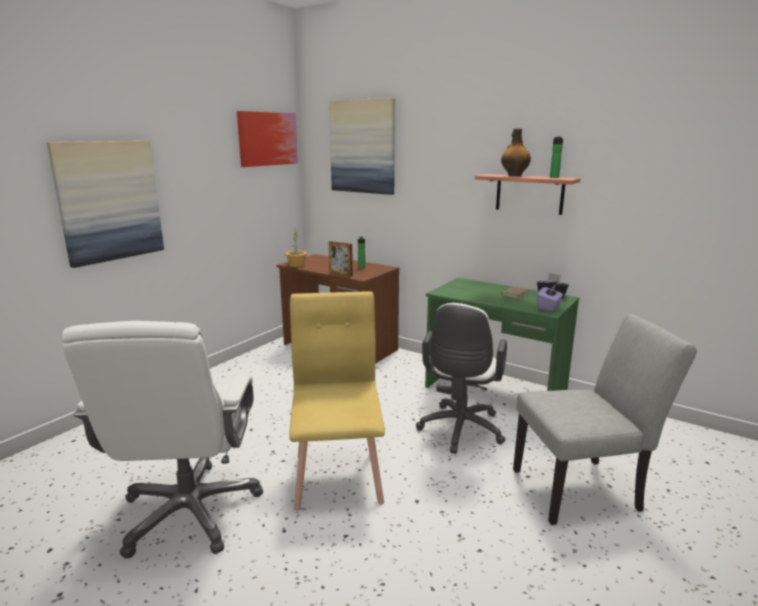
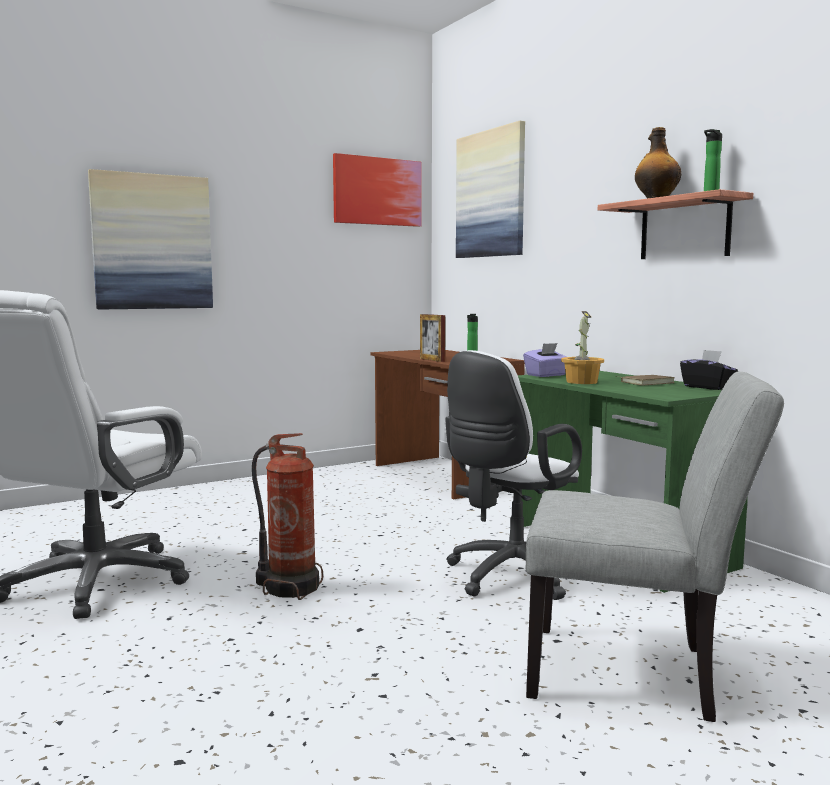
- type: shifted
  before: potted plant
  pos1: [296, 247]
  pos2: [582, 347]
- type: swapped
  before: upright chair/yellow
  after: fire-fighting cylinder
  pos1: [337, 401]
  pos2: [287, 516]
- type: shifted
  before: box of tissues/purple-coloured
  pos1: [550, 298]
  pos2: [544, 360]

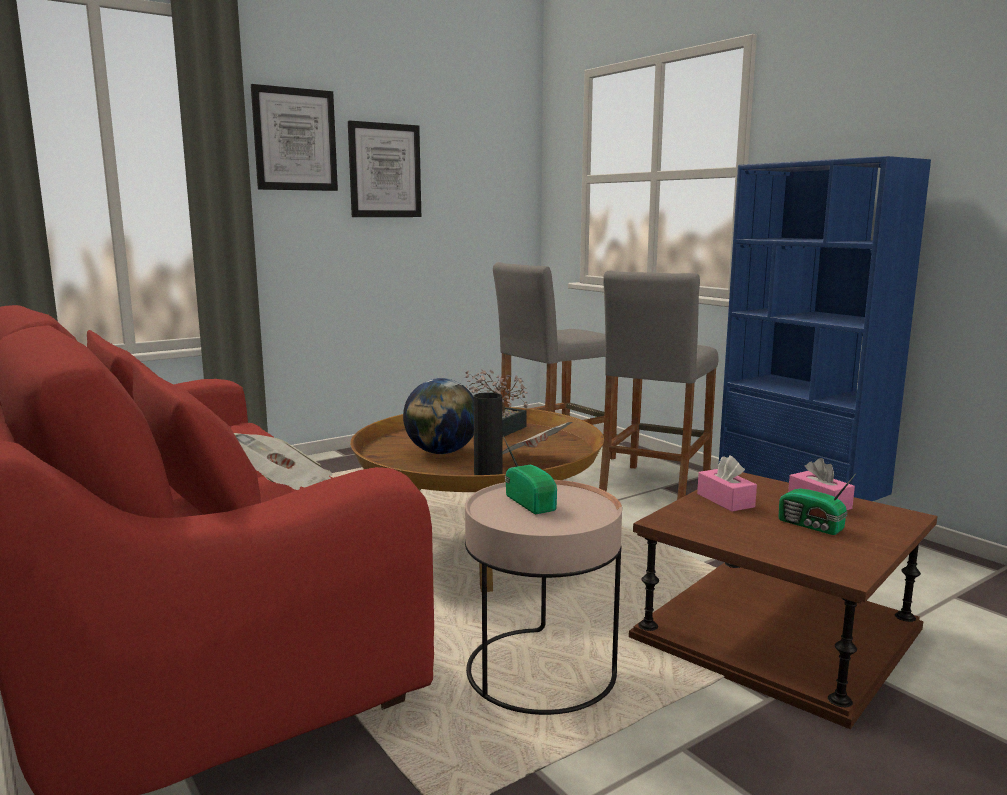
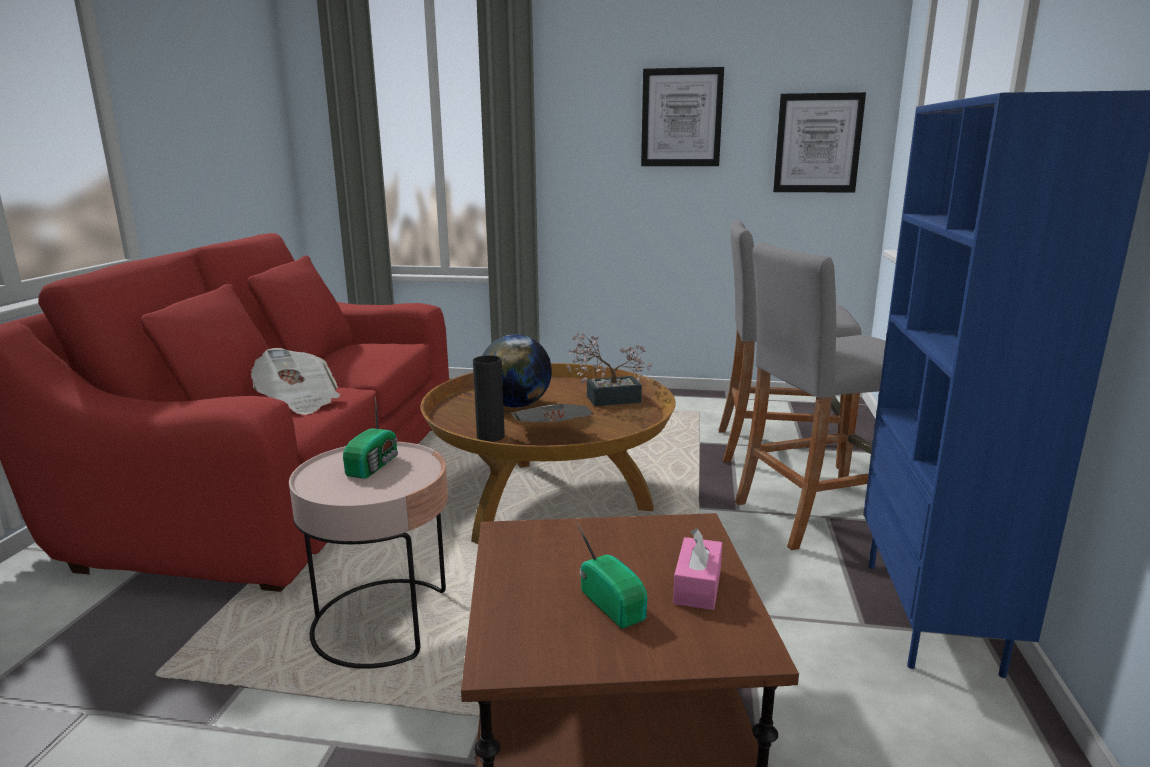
- type: shifted
  before: wall art
  pos1: [294, 137]
  pos2: [819, 142]
- type: gone
  before: box of tissues/pink
  pos1: [727, 483]
- type: rotated
  before: radio set
  pos1: [817, 504]
  pos2: [612, 575]
  turn: 150

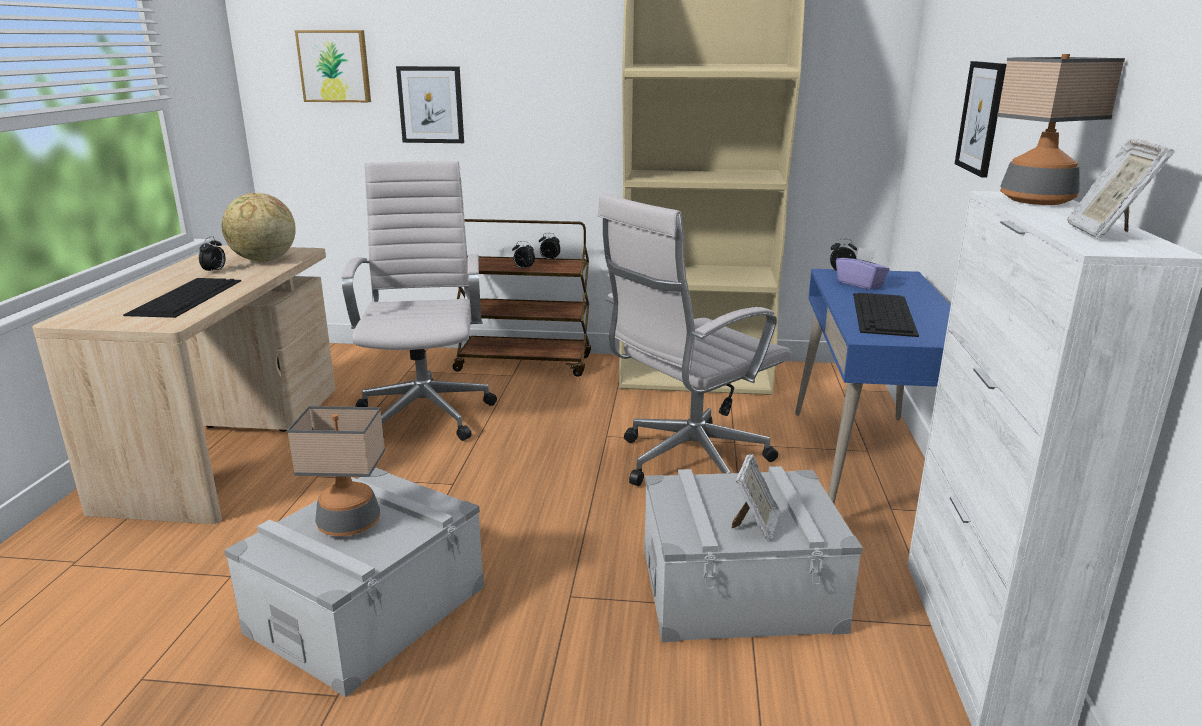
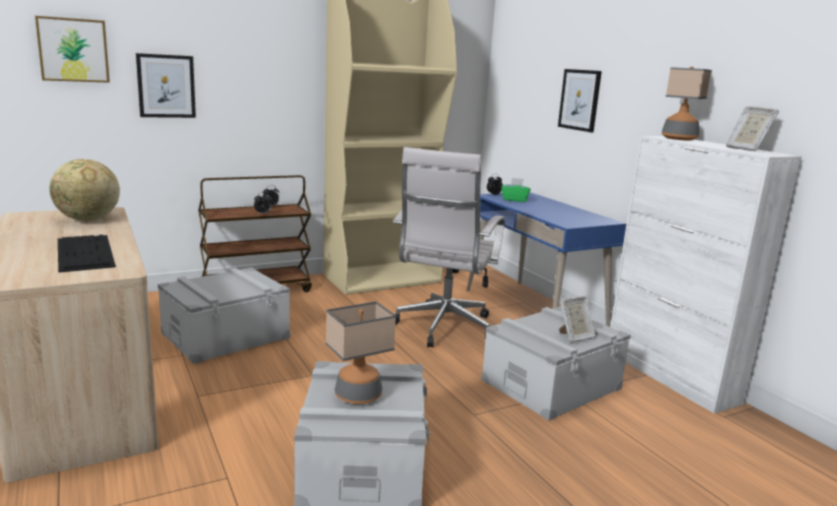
- type: gone
  before: bedside clock
  pos1: [212, 254]
- type: swapped
  before: desk chair/white-coloured
  after: storage box/greyish
  pos1: [419, 301]
  pos2: [224, 316]
- type: rotated
  before: photo frame
  pos1: [756, 497]
  pos2: [577, 319]
  turn: 75
- type: repainted
  before: box of tissues/purple-coloured
  after: box of tissues/green-coloured
  pos1: [863, 268]
  pos2: [516, 190]
- type: gone
  before: keyboard
  pos1: [886, 315]

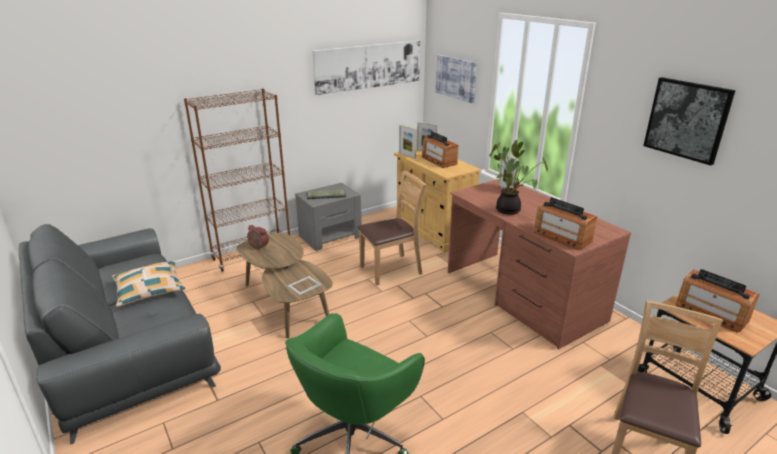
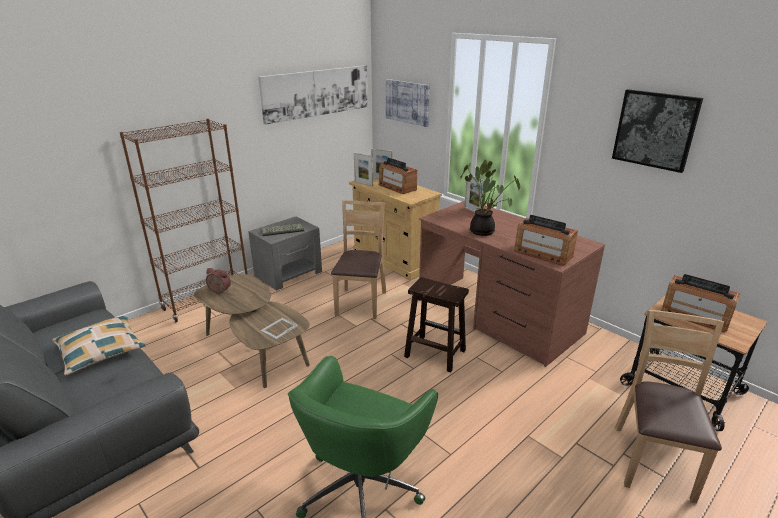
- type: rotated
  before: upright chair/brownish
  pos1: [391, 228]
  pos2: [358, 259]
  turn: -45
- type: new
  after: stool/brownish
  pos2: [436, 325]

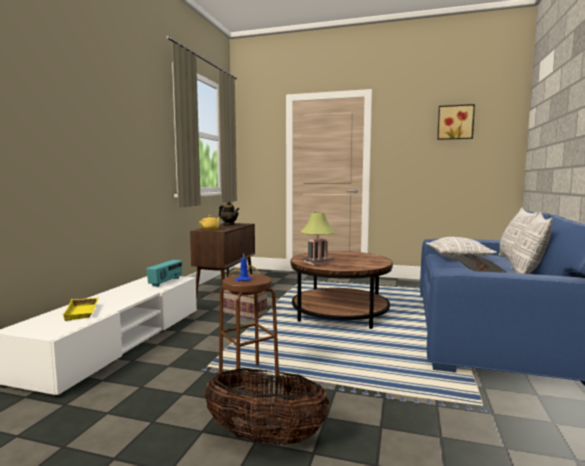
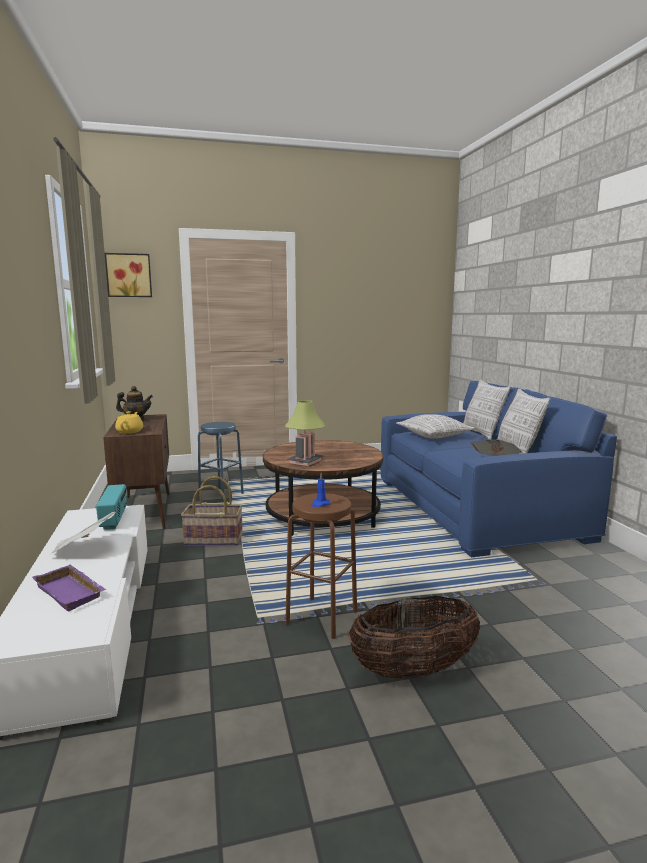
- type: repainted
  before: tray/yellow
  after: tray/purple-coloured
  pos1: [81, 309]
  pos2: [69, 587]
- type: shifted
  before: wall art
  pos1: [456, 122]
  pos2: [128, 275]
- type: new
  after: printed paper
  pos2: [82, 533]
- type: new
  after: stool/bluish
  pos2: [221, 462]

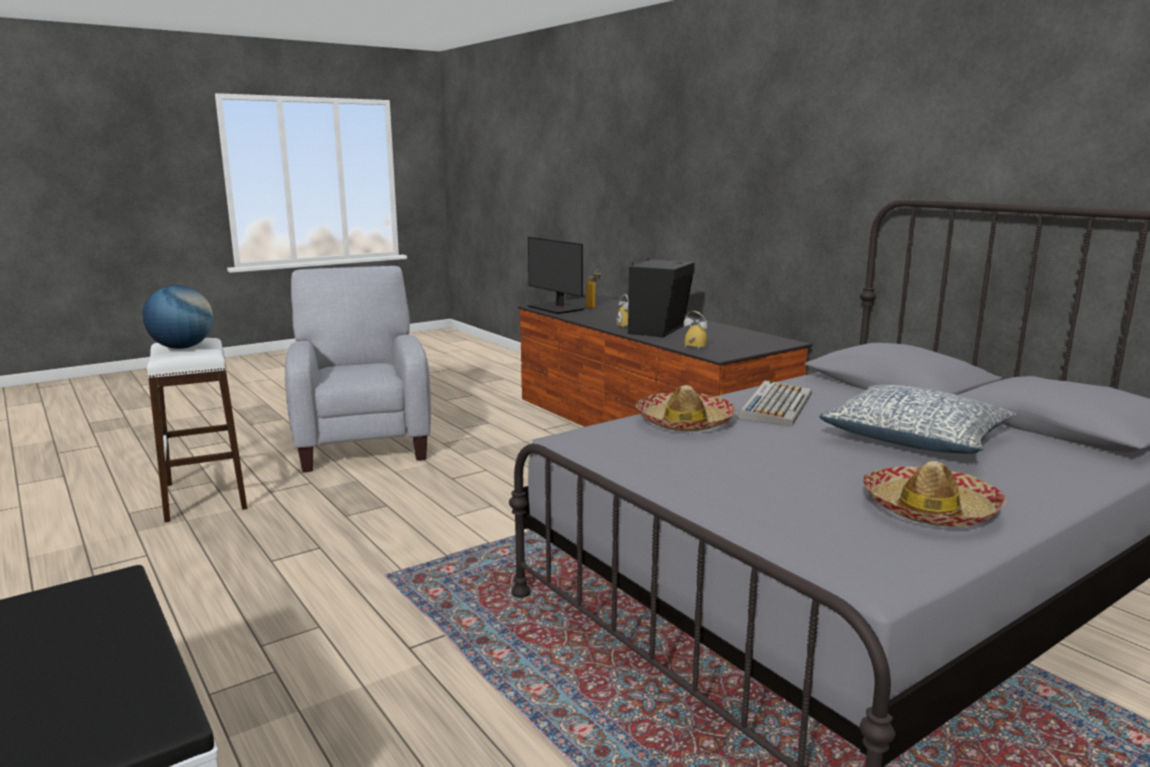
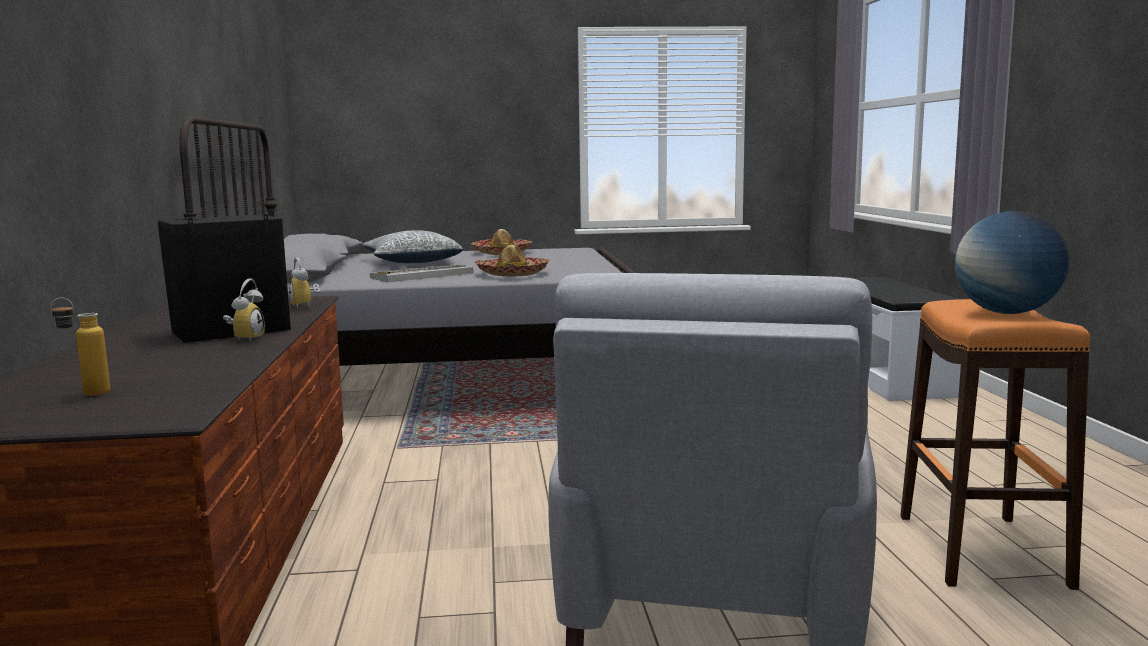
- type: repainted
  before: stool/white-coloured
  after: stool/orange-coloured
  pos1: [197, 430]
  pos2: [995, 444]
- type: gone
  before: computer screen
  pos1: [556, 275]

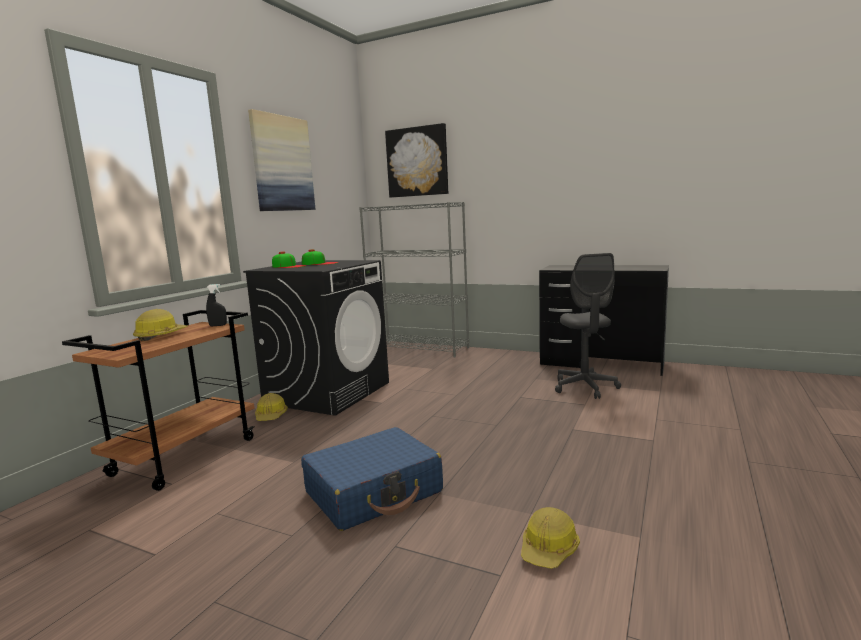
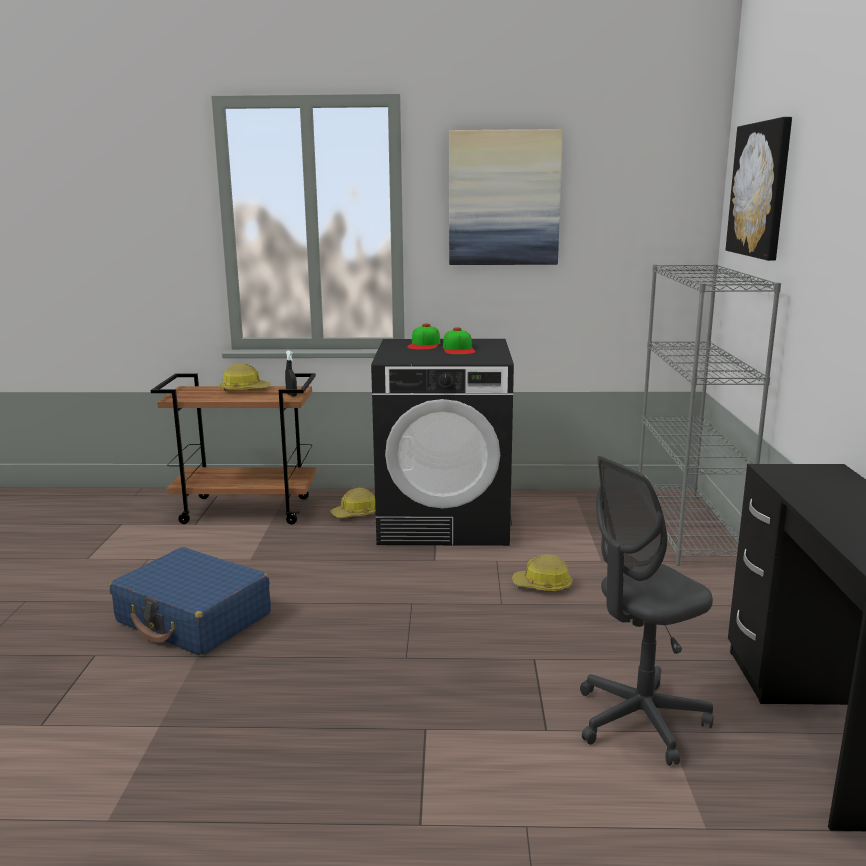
- type: shifted
  before: safety helmet
  pos1: [550, 538]
  pos2: [542, 573]

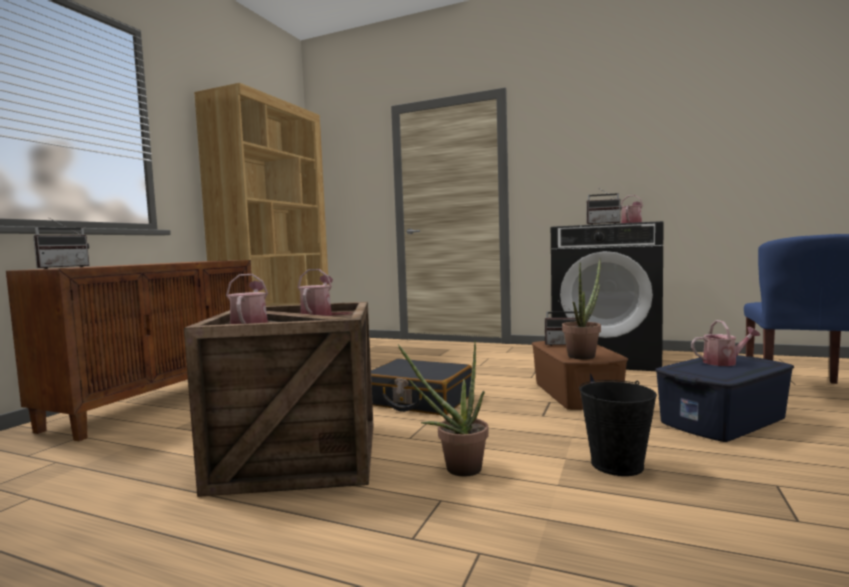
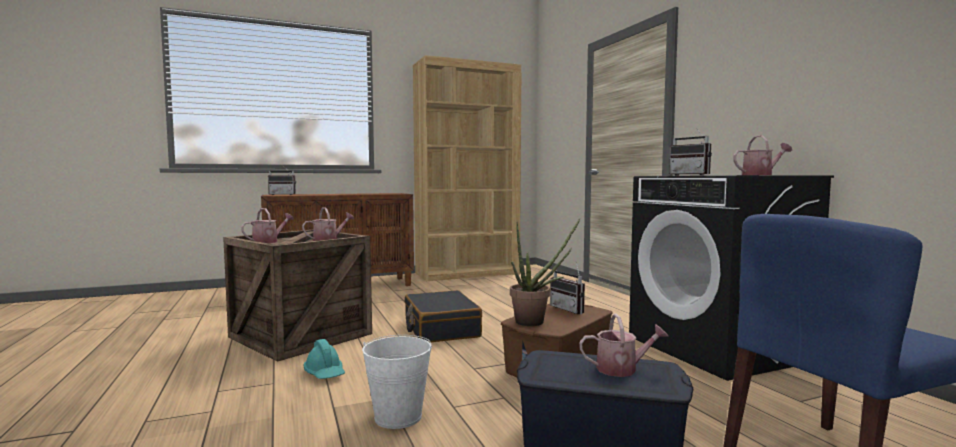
- type: swapped
  before: potted plant
  after: safety helmet/turquoise
  pos1: [443, 408]
  pos2: [324, 359]
- type: repainted
  before: pail/blackish
  after: pail/white-coloured
  pos1: [618, 428]
  pos2: [397, 382]
- type: rotated
  before: watering pot
  pos1: [725, 343]
  pos2: [624, 345]
  turn: -45

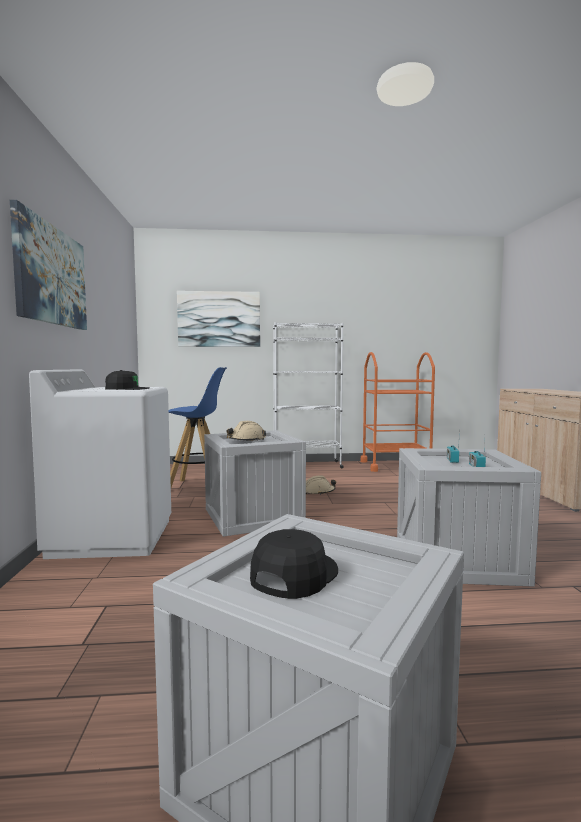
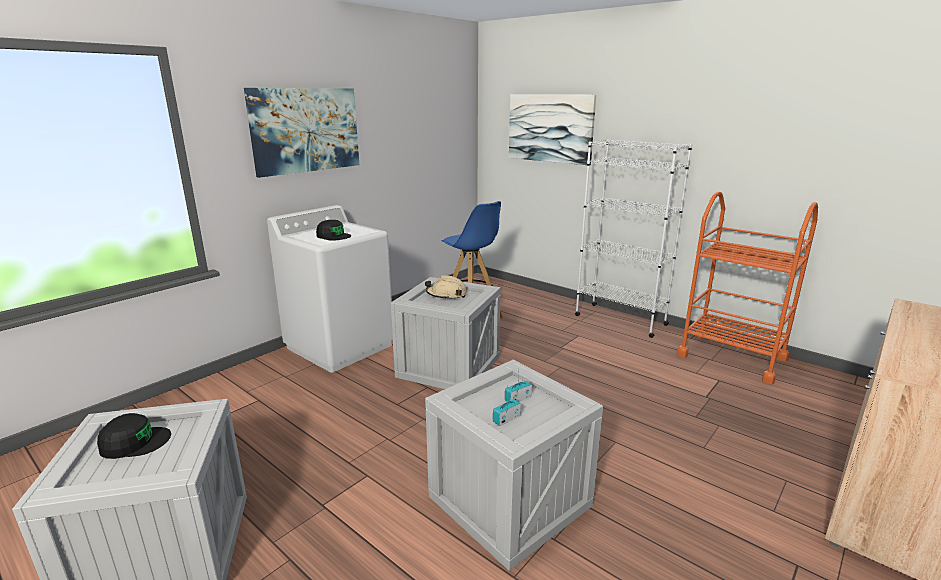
- type: gone
  before: safety helmet/beige
  pos1: [321, 485]

